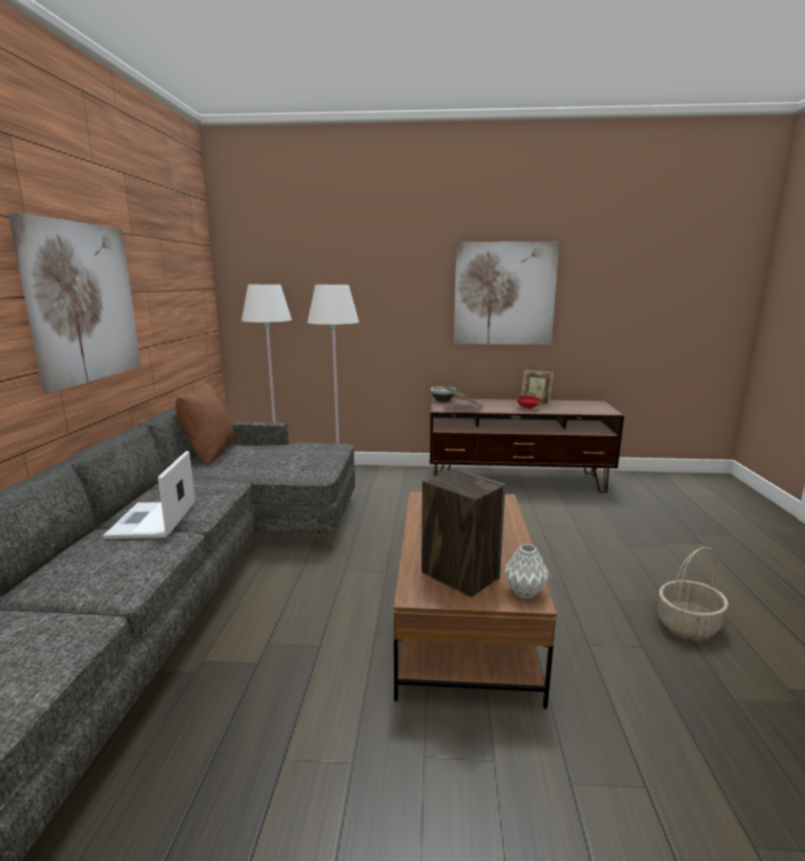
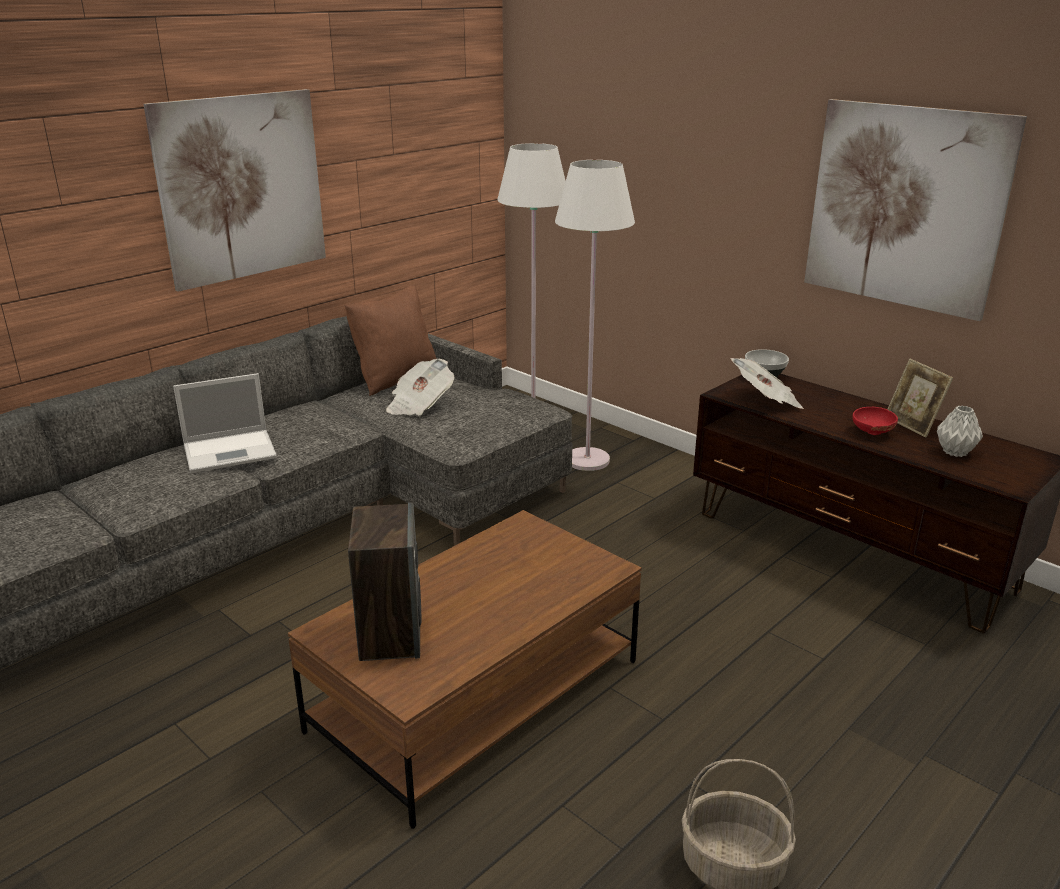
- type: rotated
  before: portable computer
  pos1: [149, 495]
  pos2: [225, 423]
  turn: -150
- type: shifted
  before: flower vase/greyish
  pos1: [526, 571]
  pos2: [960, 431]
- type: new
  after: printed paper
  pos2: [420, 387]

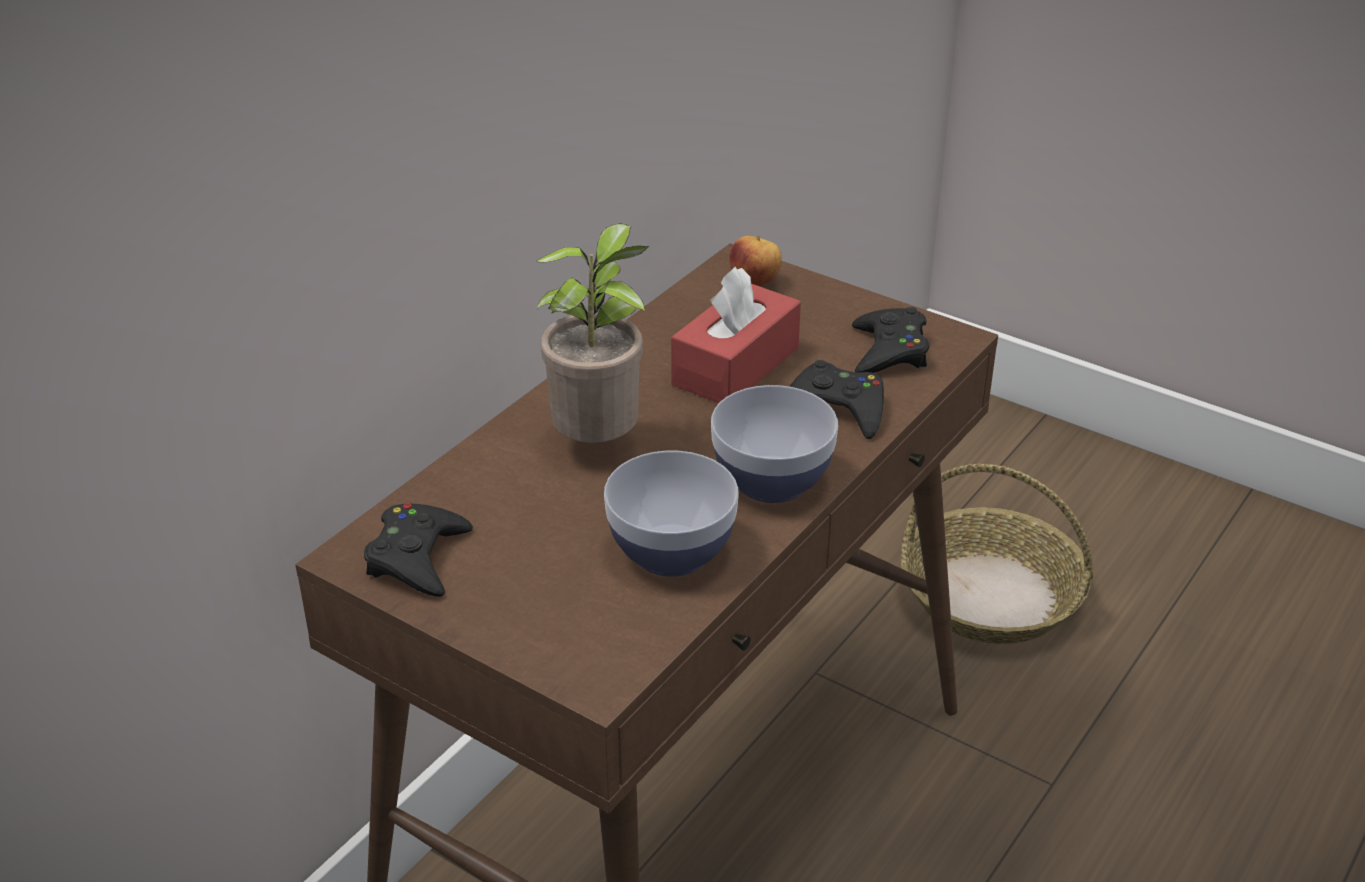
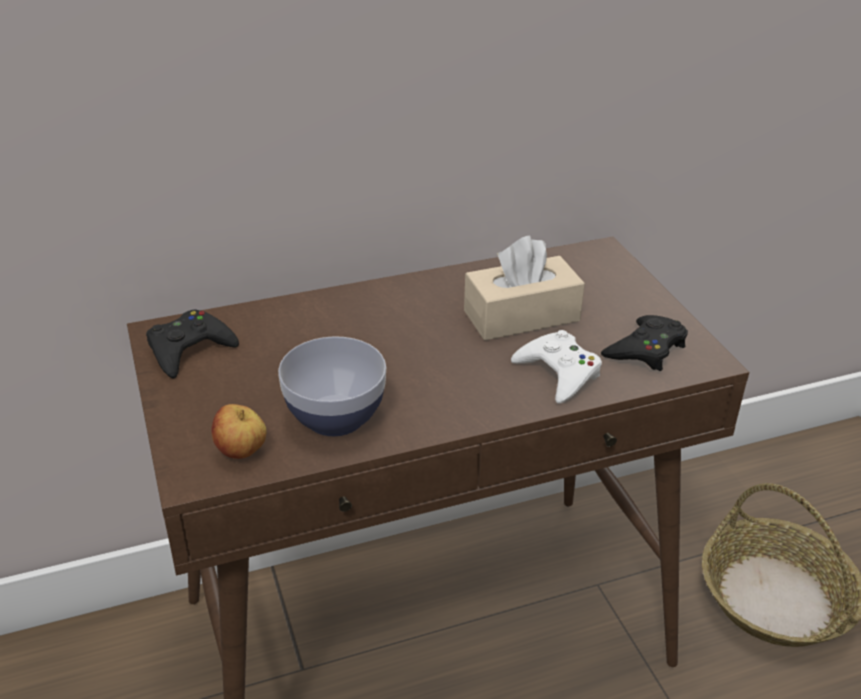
- type: gone
  before: potted plant
  pos1: [592, 333]
- type: repainted
  before: box of tissues/red-coloured
  after: box of tissues/beige
  pos1: [736, 335]
  pos2: [524, 288]
- type: gone
  before: deep dish
  pos1: [774, 444]
- type: shifted
  before: apple
  pos1: [756, 261]
  pos2: [238, 431]
- type: repainted
  before: gamepad/blackish
  after: gamepad/white-coloured
  pos1: [836, 399]
  pos2: [556, 367]

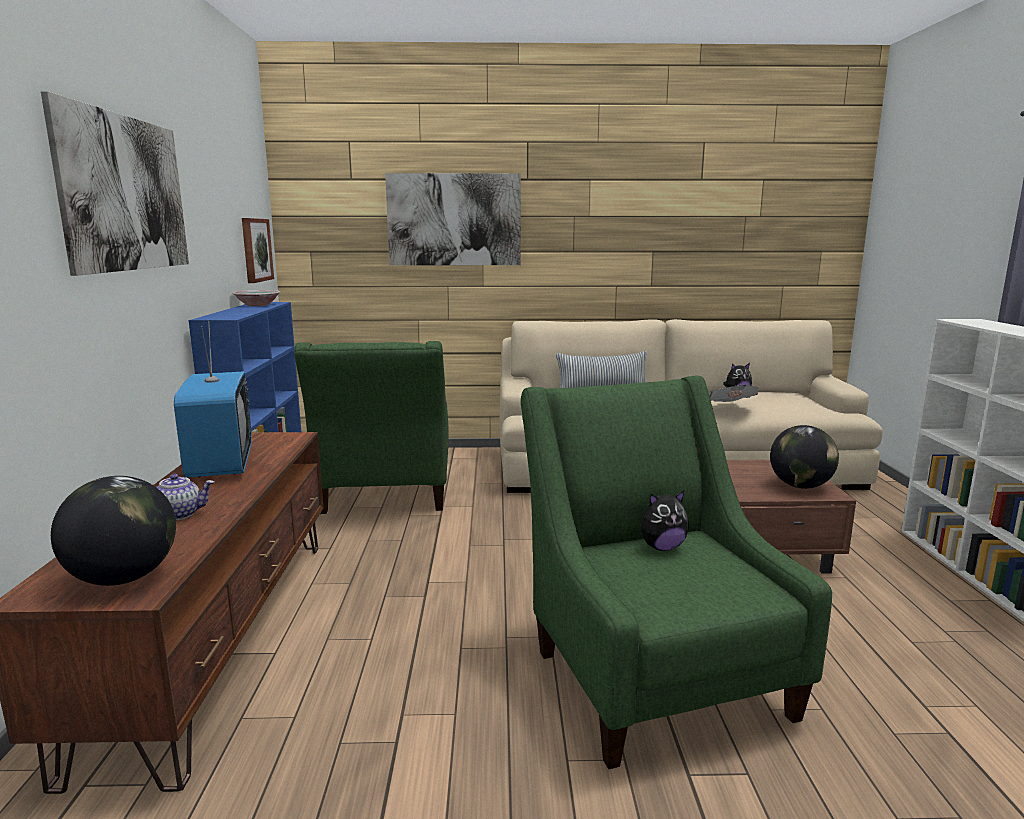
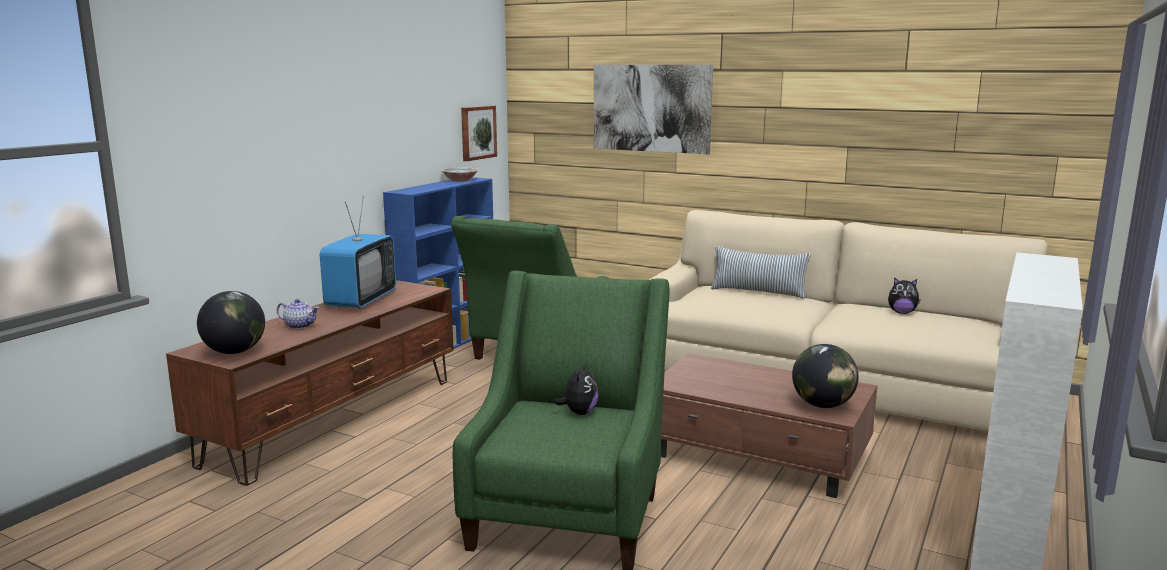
- type: gone
  before: wall art
  pos1: [115, 183]
- type: rotated
  before: cuddly toy
  pos1: [665, 520]
  pos2: [576, 388]
  turn: -90
- type: gone
  before: printed paper
  pos1: [734, 393]

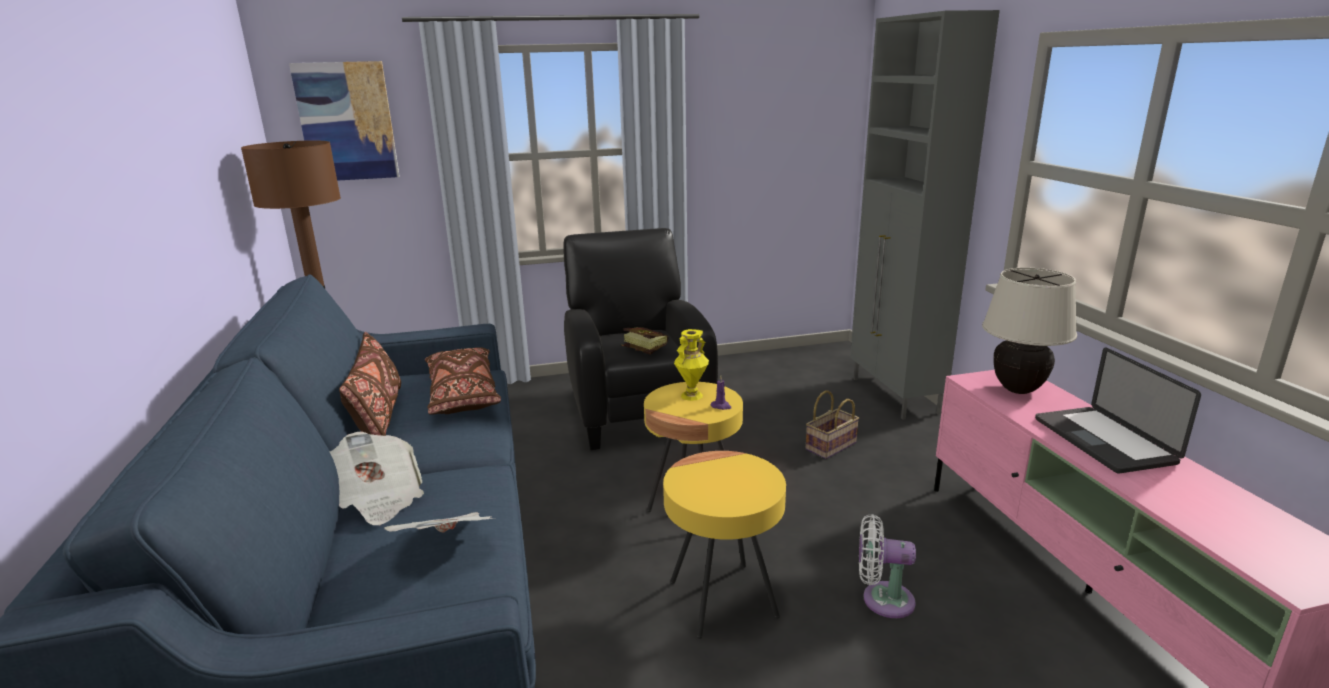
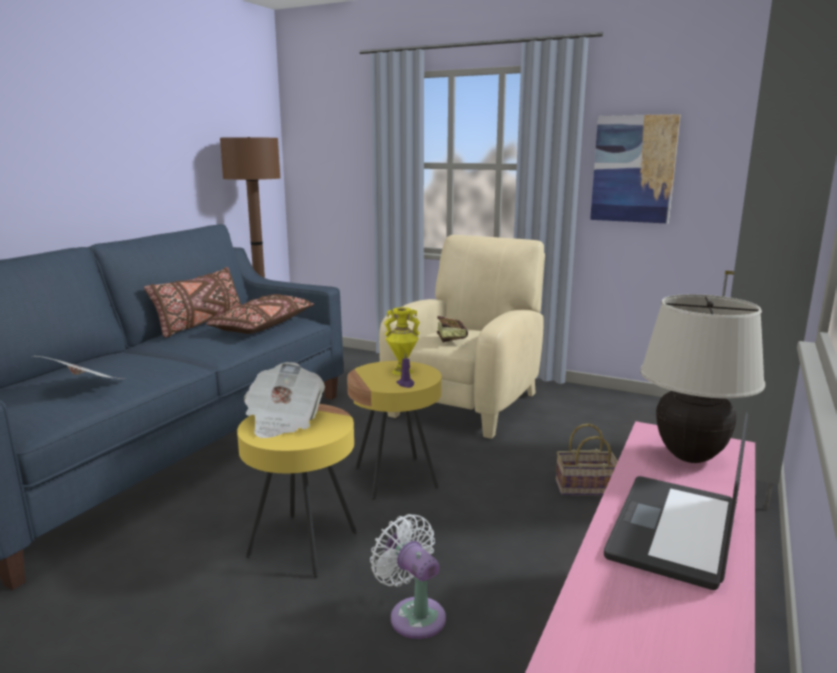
- type: shifted
  before: wall art
  pos1: [344, 121]
  pos2: [635, 169]
- type: shifted
  before: printed paper
  pos1: [376, 478]
  pos2: [284, 400]
- type: repainted
  before: lounge chair/blackish
  after: lounge chair/beige
  pos1: [640, 339]
  pos2: [462, 337]

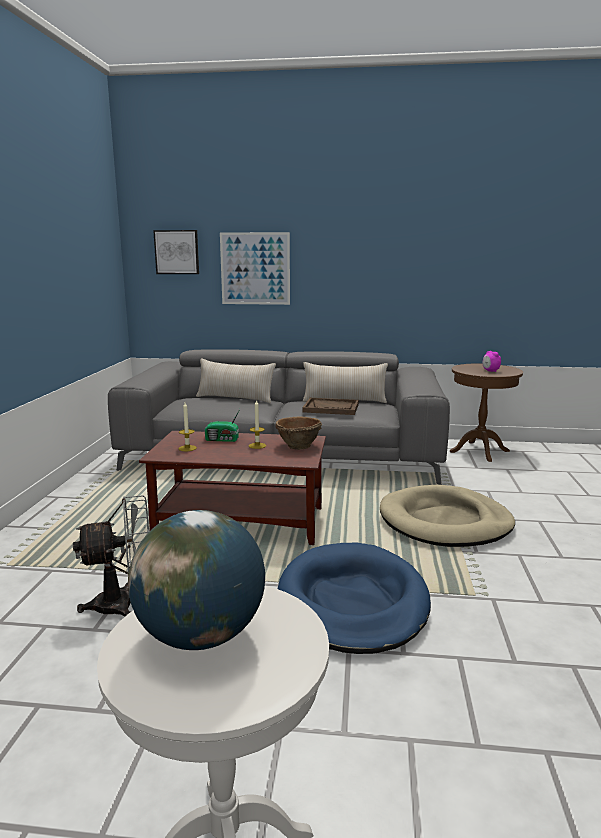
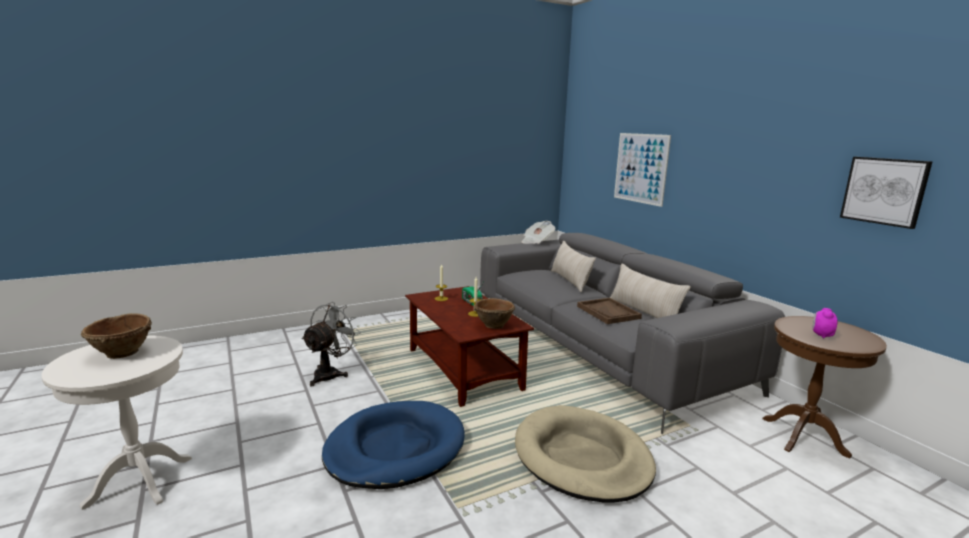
- type: rotated
  before: fan/greyish
  pos1: [111, 555]
  pos2: [331, 344]
  turn: -105
- type: swapped
  before: world globe
  after: deep dish/brownish
  pos1: [196, 580]
  pos2: [116, 336]
- type: shifted
  before: wall art
  pos1: [176, 252]
  pos2: [886, 193]
- type: new
  after: printed paper
  pos2: [538, 232]

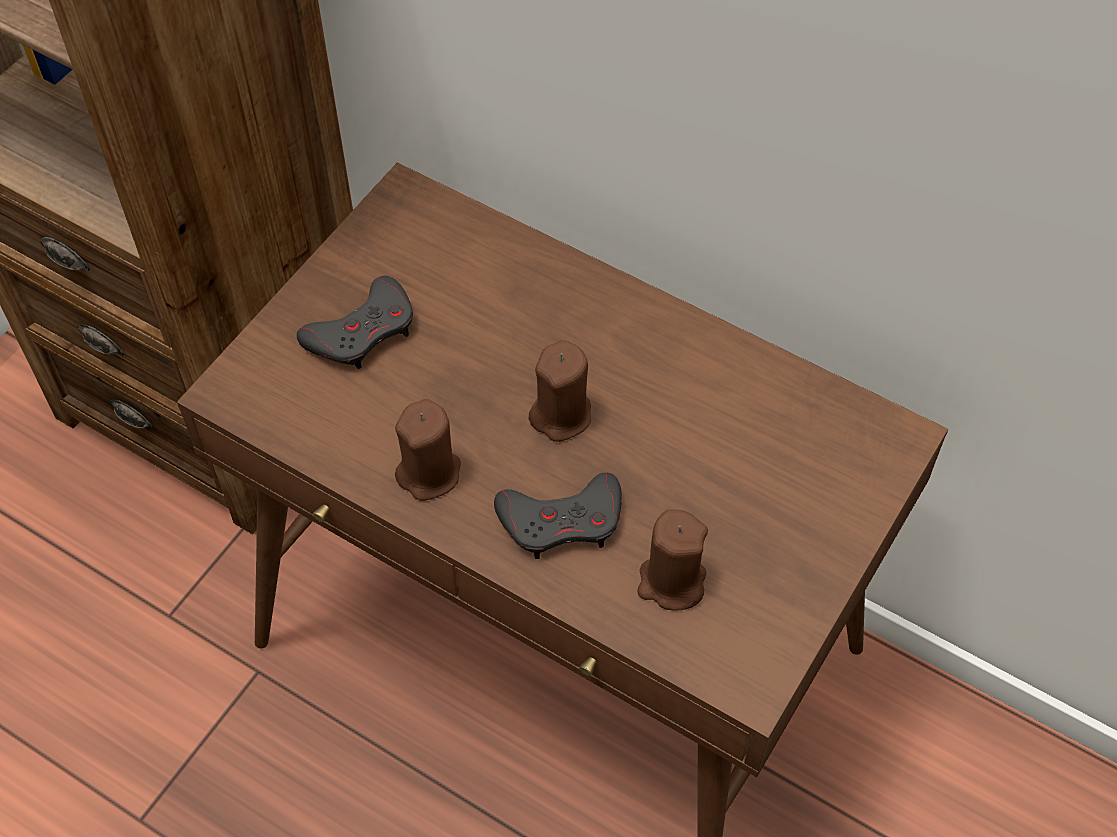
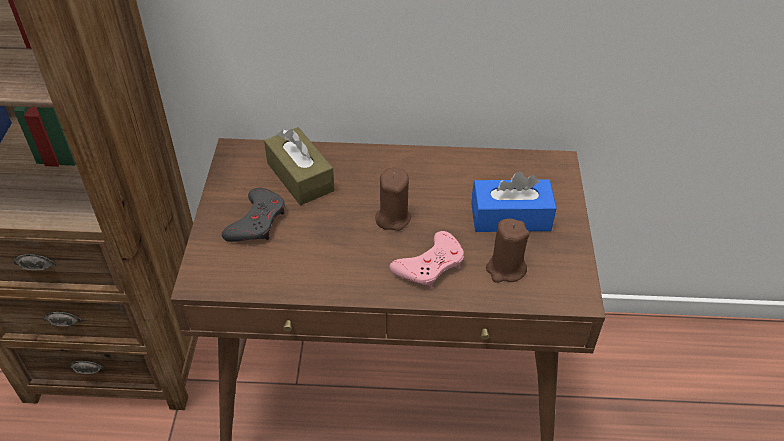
- type: gone
  before: wax candle/brownish
  pos1: [428, 450]
- type: repainted
  before: gamepad/greyish
  after: gamepad/pink
  pos1: [558, 516]
  pos2: [426, 260]
- type: new
  after: box of tissues/brownish
  pos2: [299, 166]
- type: new
  after: box of tissues/bluish
  pos2: [514, 201]

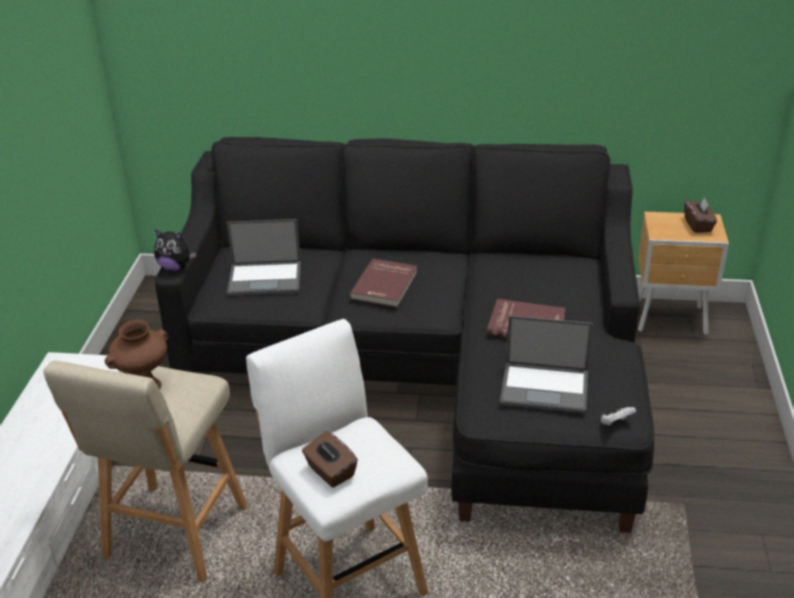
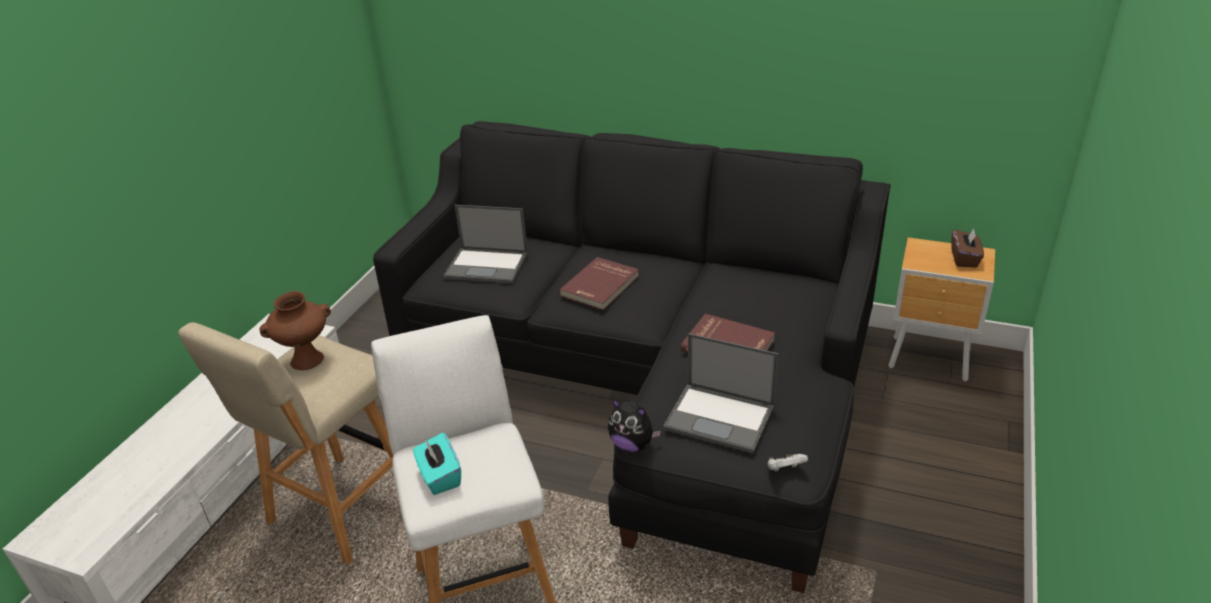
- type: shifted
  before: cuddly toy
  pos1: [175, 250]
  pos2: [634, 425]
- type: repainted
  before: box of tissues/brownish
  after: box of tissues/turquoise
  pos1: [330, 459]
  pos2: [437, 464]

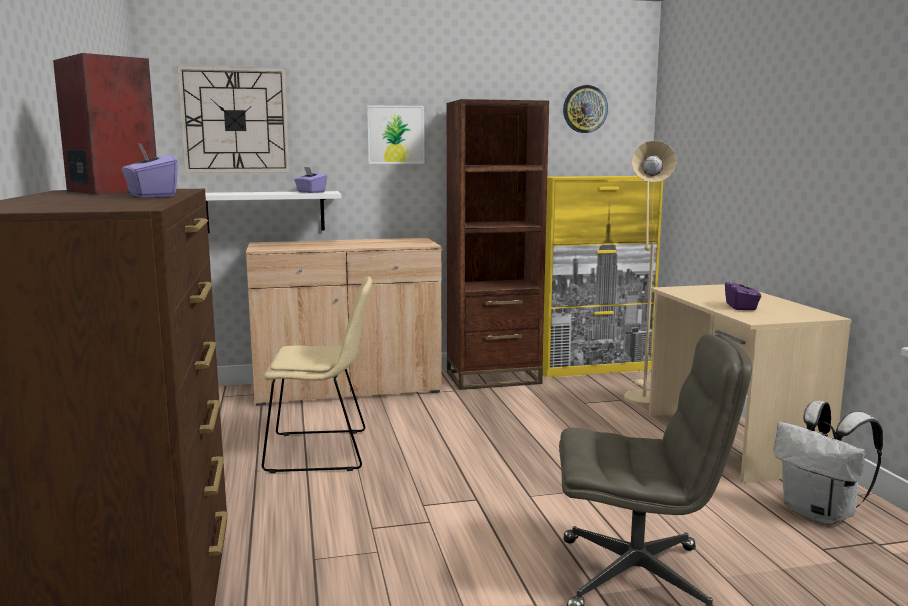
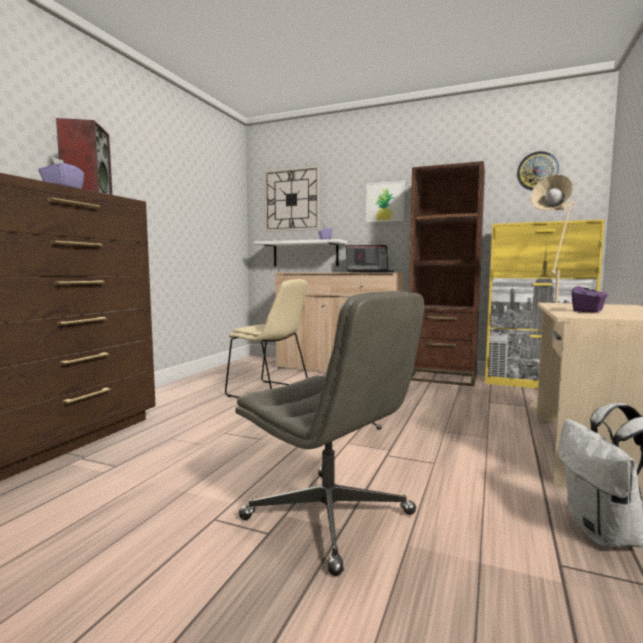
- type: new
  after: portable computer
  pos2: [370, 258]

